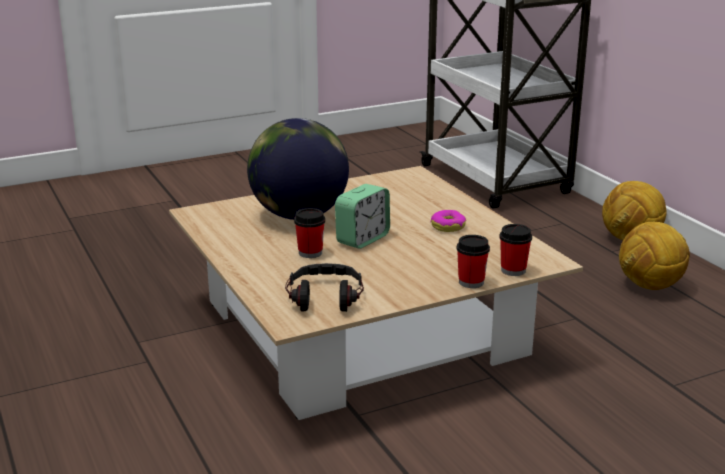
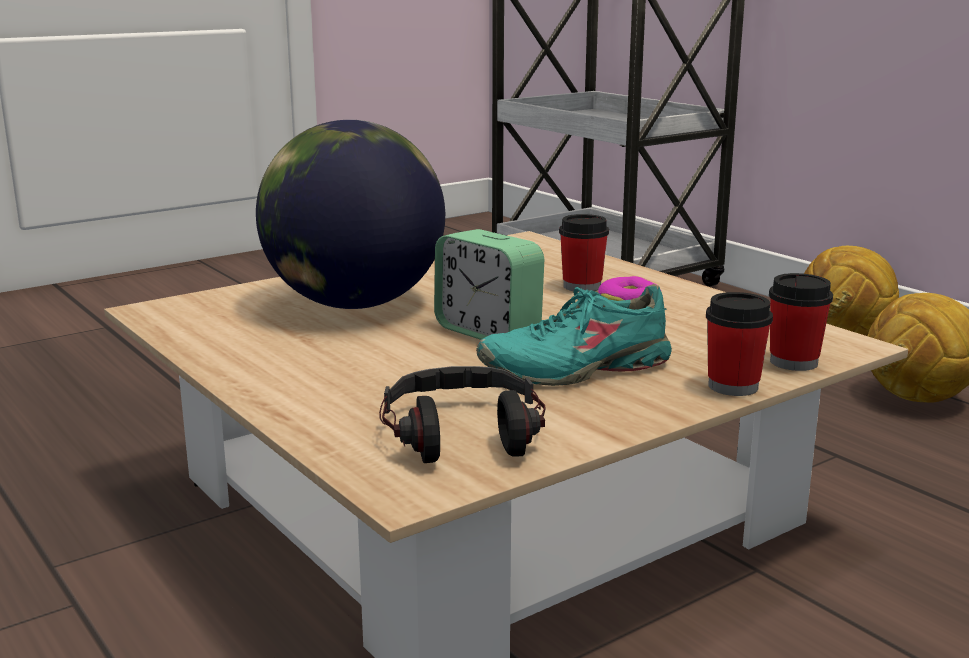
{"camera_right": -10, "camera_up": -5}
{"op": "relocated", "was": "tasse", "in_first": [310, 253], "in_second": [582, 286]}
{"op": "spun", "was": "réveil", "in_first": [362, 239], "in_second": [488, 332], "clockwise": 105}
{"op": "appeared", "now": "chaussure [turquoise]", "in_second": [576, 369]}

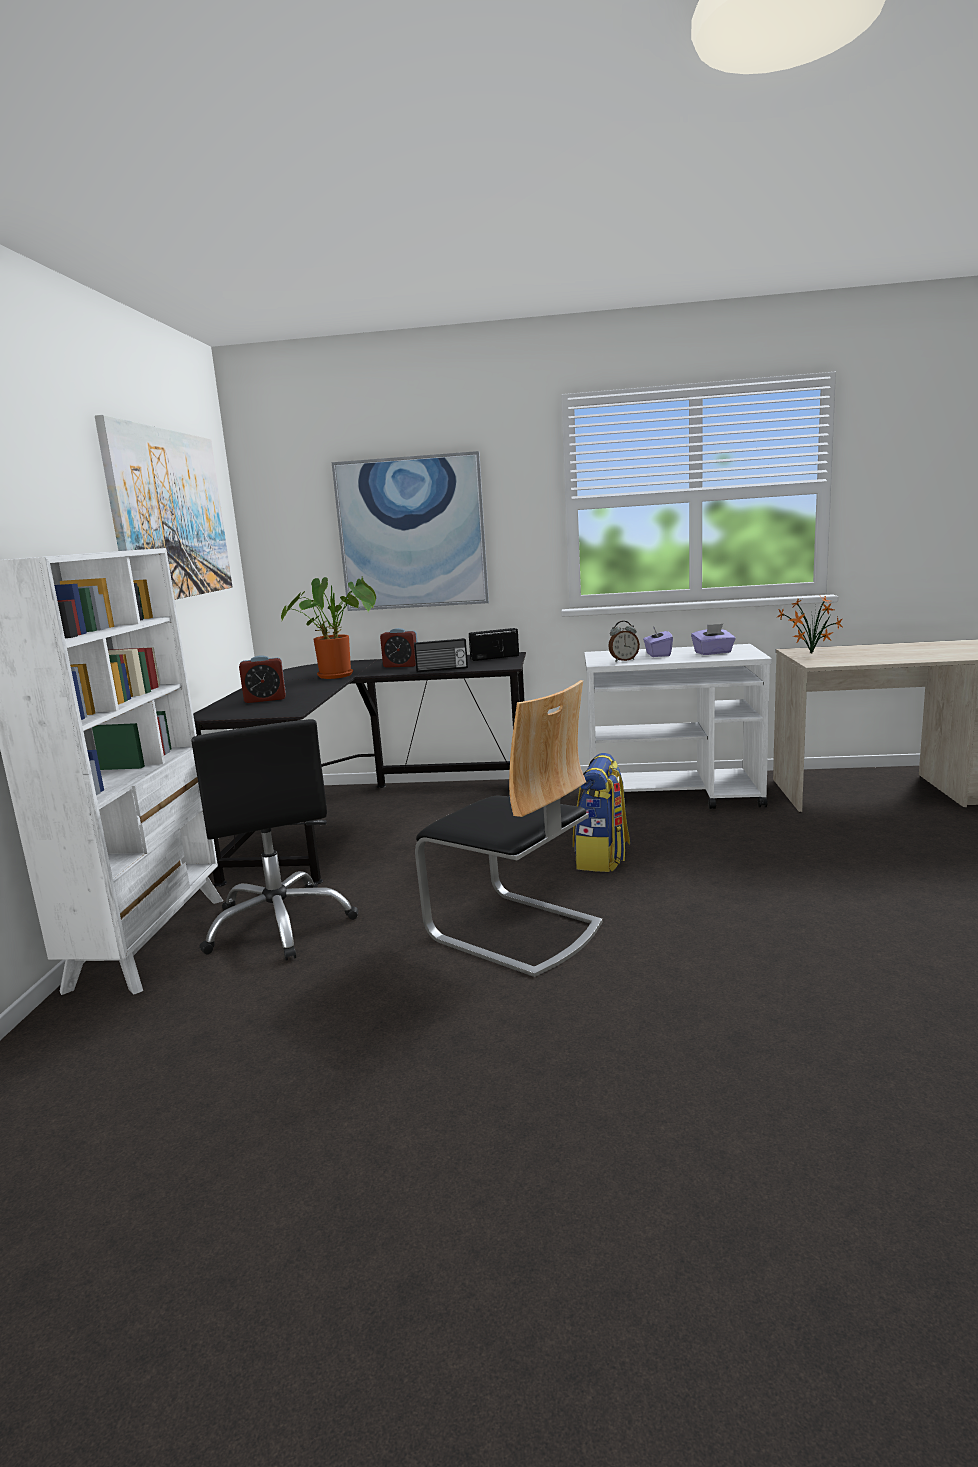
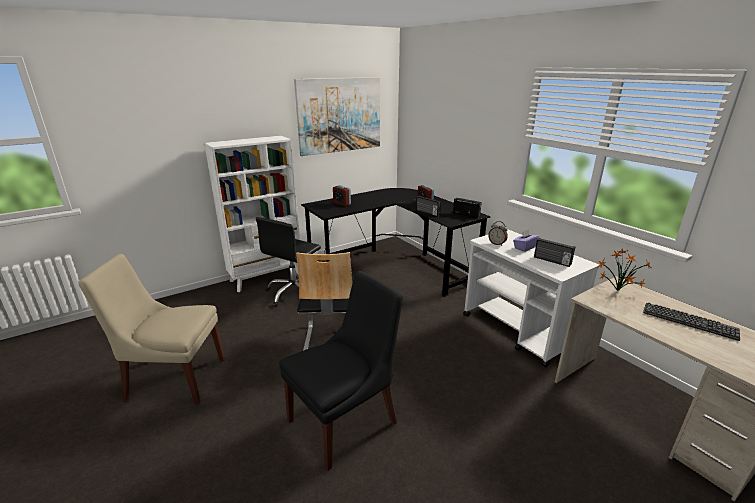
{"camera_right": 50, "camera_up": 10}
{"op": "missing", "was": "plante en pot", "in_first": [340, 675]}
{"op": "missing", "was": "tableau", "in_first": [412, 533]}
{"op": "missing", "was": "sac à dos", "in_first": [602, 858]}
{"op": "exchanged", "was": "boîte à mouchoirs [violet]", "now": "radio", "in_first": [713, 653], "in_second": [552, 261]}
{"op": "appeared", "now": "chaise [beige]", "in_second": [173, 379]}
{"op": "appeared", "now": "chaise [noir]", "in_second": [345, 420]}
{"op": "appeared", "now": "clavier", "in_second": [689, 321]}

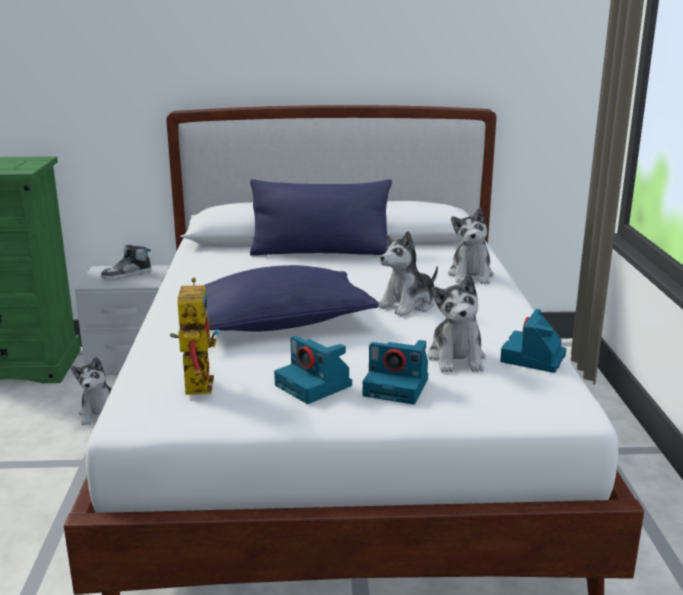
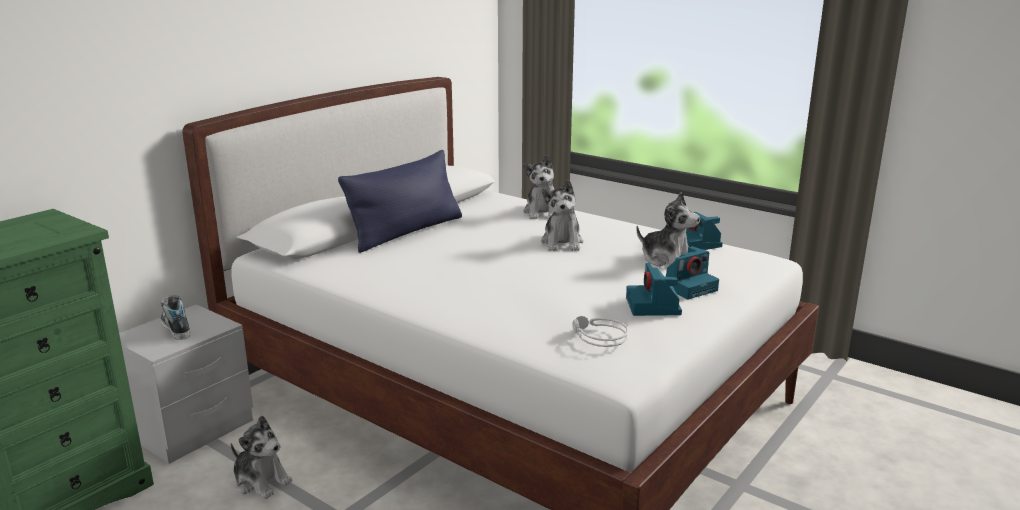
{"camera_right": -50, "camera_up": 0}
{"op": "spun", "was": "chaussure", "in_first": [127, 275], "in_second": [176, 328], "clockwise": 135}
{"op": "exchanged", "was": "robot jouet", "now": "casque audio [gris]", "in_first": [196, 381], "in_second": [597, 337]}
{"op": "missing", "was": "coussin [bleu]", "in_first": [278, 324]}
{"op": "spun", "was": "appareil photo", "in_first": [315, 386], "in_second": [654, 306], "clockwise": 90}
{"op": "spun", "was": "peluche", "in_first": [471, 275], "in_second": [542, 212], "clockwise": 45}

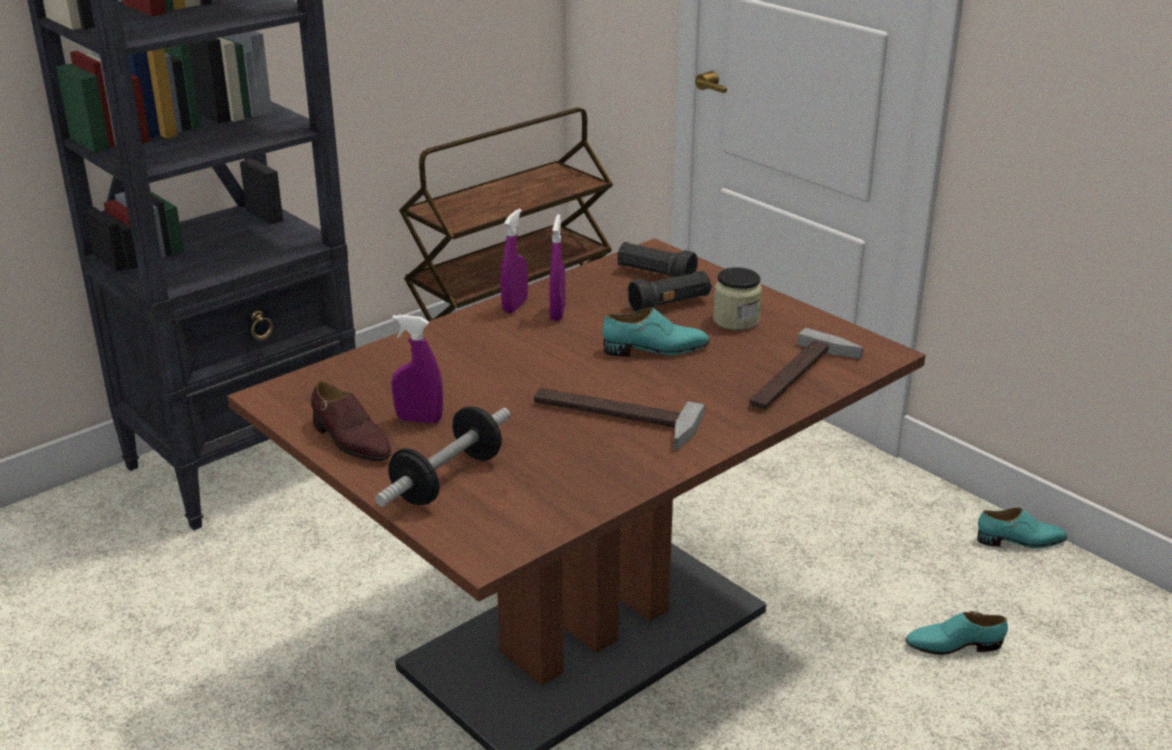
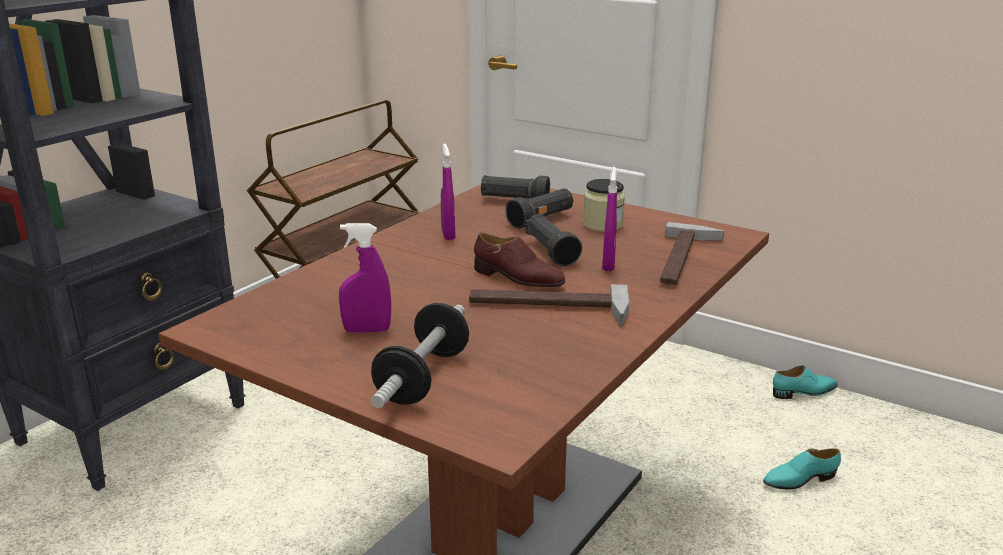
{"camera_right": -15, "camera_up": -5}
{"op": "relocated", "was": "chaussure [marron]", "in_first": [350, 441], "in_second": [518, 278]}
{"op": "relocated", "was": "vaporisateur [violet]", "in_first": [515, 306], "in_second": [608, 265]}
{"op": "exchanged", "was": "chaussure [turquoise]", "now": "lampe de poche [noir]", "in_first": [656, 349], "in_second": [550, 252]}

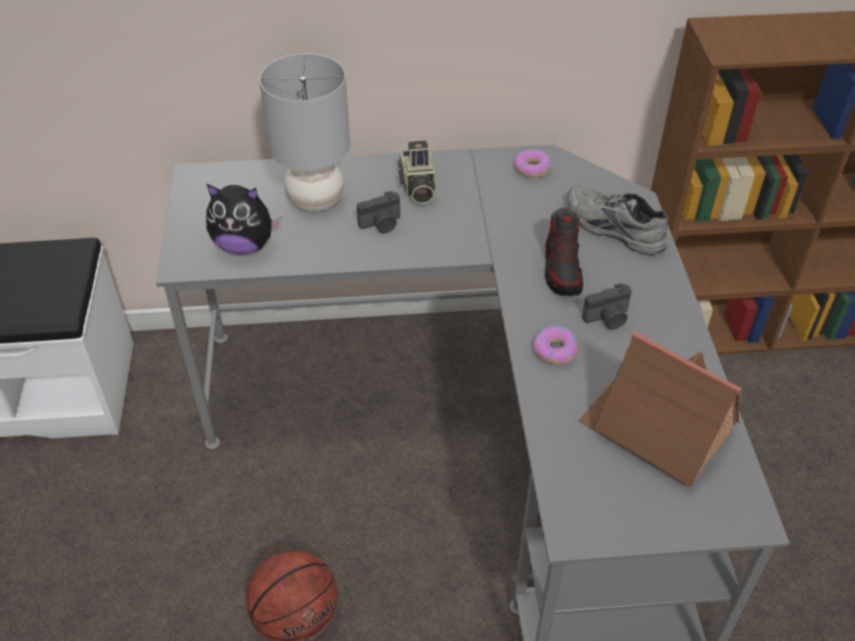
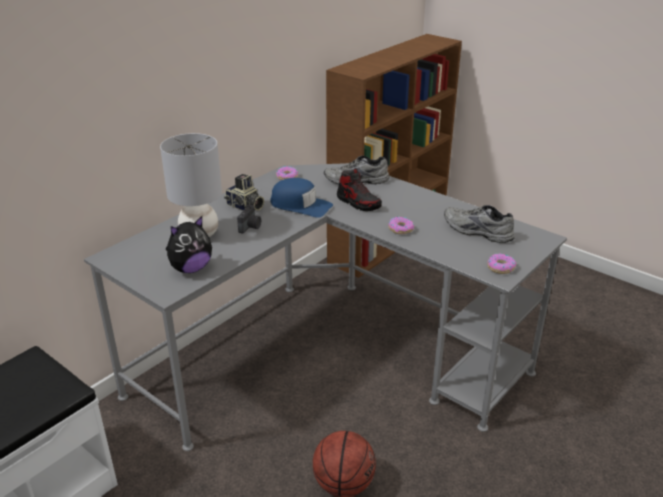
{"camera_right": -45, "camera_up": -15}
{"op": "exchanged", "was": "maison miniature", "now": "chaussure [gris]", "in_first": [656, 429], "in_second": [476, 231]}
{"op": "missing", "was": "appareil photo", "in_first": [608, 319]}
{"op": "appeared", "now": "casquette [bleu]", "in_second": [300, 205]}
{"op": "appeared", "now": "beignet", "in_second": [500, 267]}

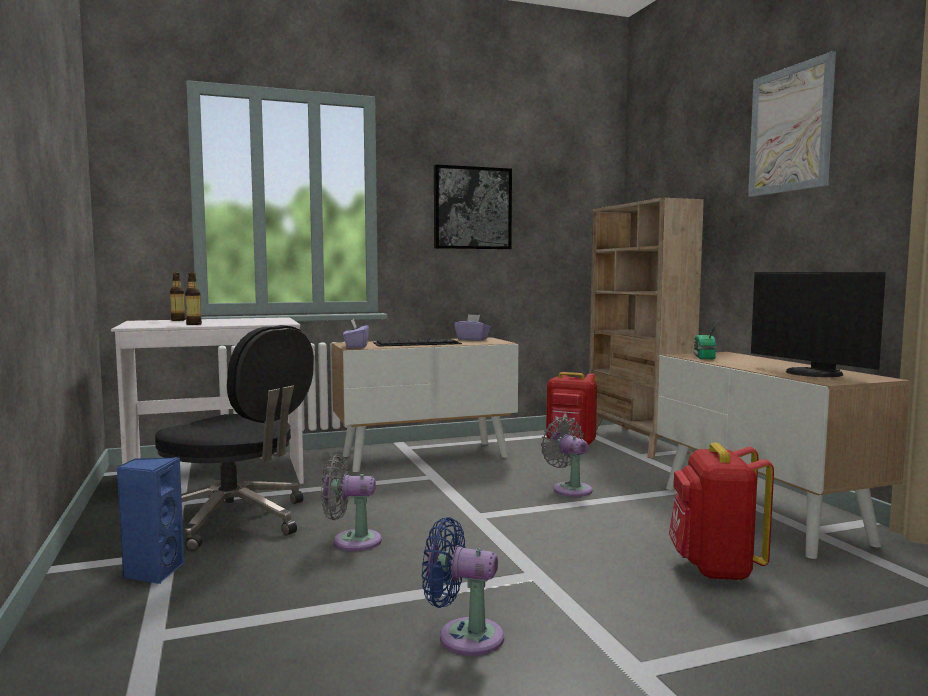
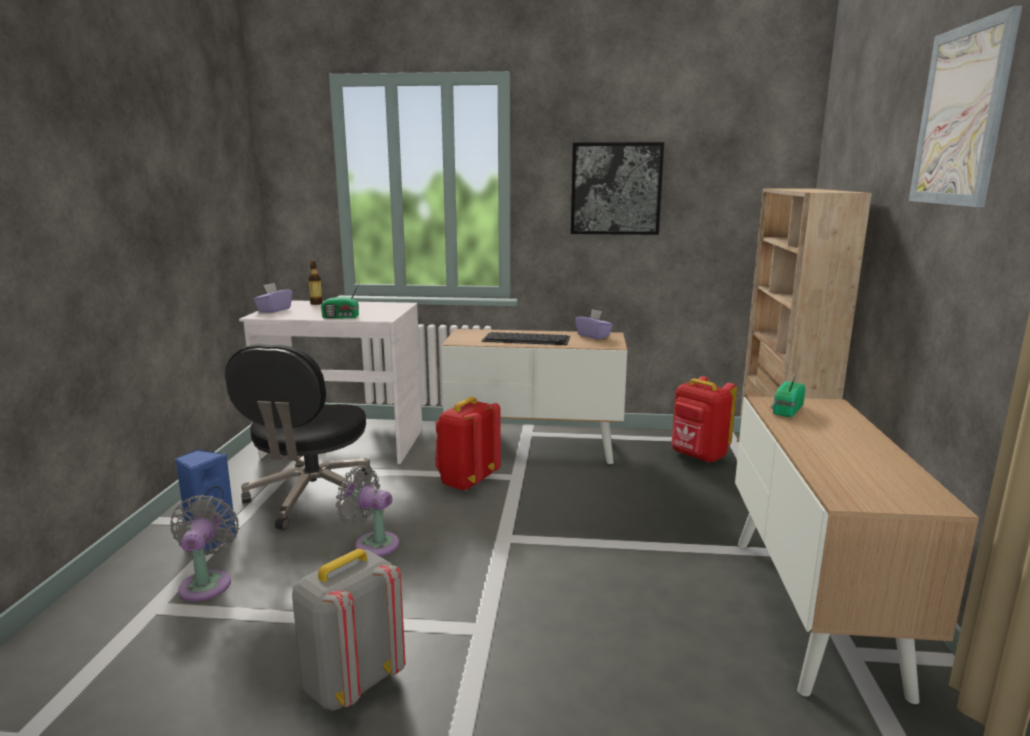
{"camera_right": 25, "camera_up": 10}
{"op": "spun", "was": "chaise de bureau [noir]", "in_first": [235, 521], "in_second": [312, 497], "clockwise": 45}
{"op": "missing", "was": "bouteille", "in_first": [194, 324]}
{"op": "relocated", "was": "boîte à mouchoirs [violet]", "in_first": [356, 346], "in_second": [274, 310]}
{"op": "exchanged", "was": "ventilateur [bleu]", "now": "sac à dos [gris]", "in_first": [464, 636], "in_second": [351, 683]}
{"op": "relocated", "was": "ventilateur [gris]", "in_first": [569, 489], "in_second": [207, 583]}
{"op": "relocated", "was": "sac à dos [rouge]", "in_first": [715, 569], "in_second": [466, 481]}
{"op": "missing", "was": "écran d'ordinateur", "in_first": [812, 373]}
{"op": "appeared", "now": "radio", "in_second": [341, 317]}

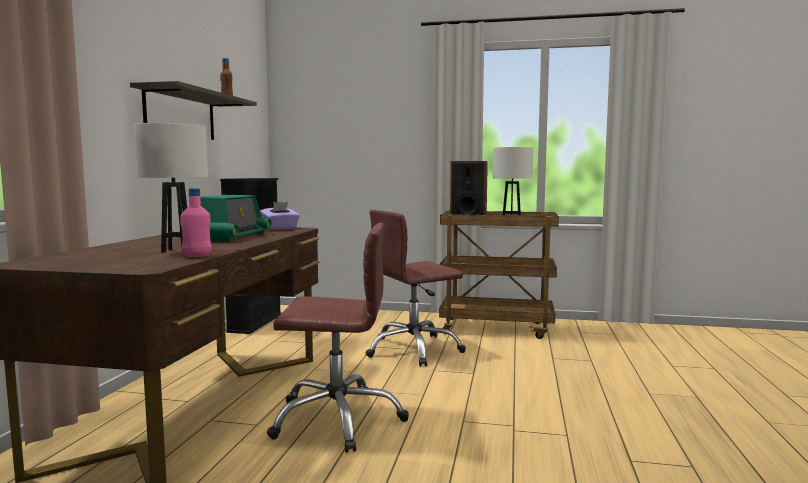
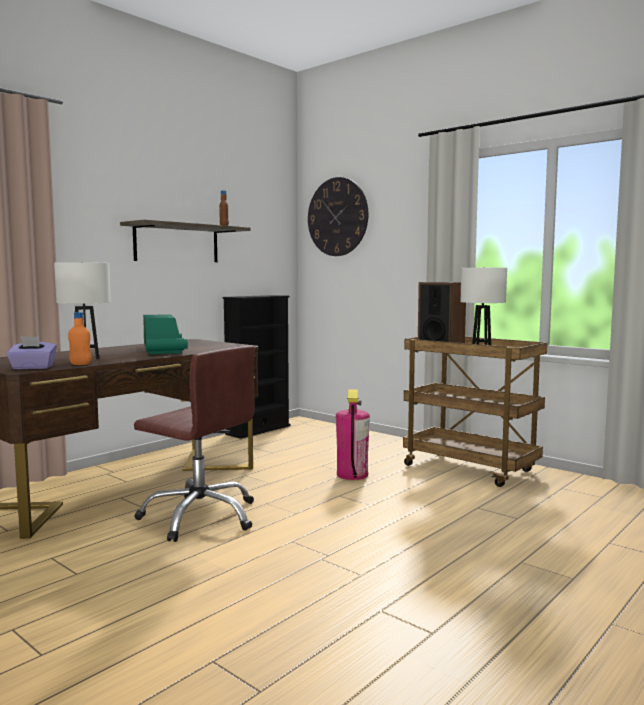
{"camera_right": 30, "camera_up": 0}
{"op": "colour", "was": "bouteille [rose]", "now": "bouteille [orange]", "in_first": [197, 256], "in_second": [80, 364]}
{"op": "spun", "was": "radio", "in_first": [231, 237], "in_second": [163, 350], "clockwise": -60}
{"op": "relocated", "was": "boîte à mouchoirs [violet]", "in_first": [280, 229], "in_second": [32, 368]}
{"op": "exchanged", "was": "chaise de bureau [marron]", "now": "extincteur", "in_first": [413, 349], "in_second": [352, 474]}
{"op": "appeared", "now": "horloge murale", "in_second": [337, 217]}

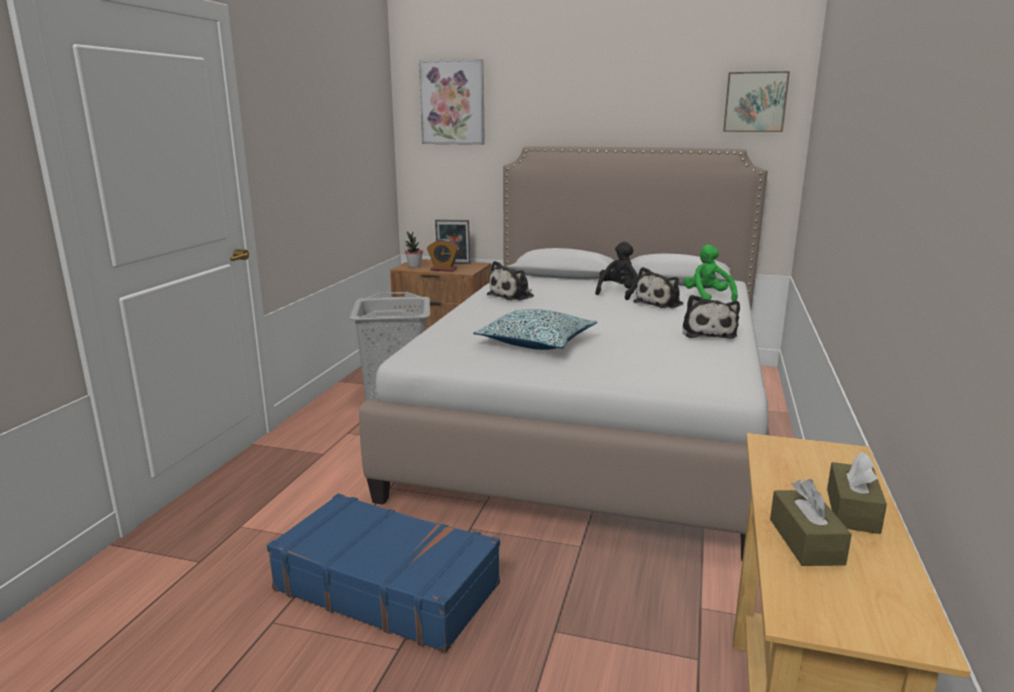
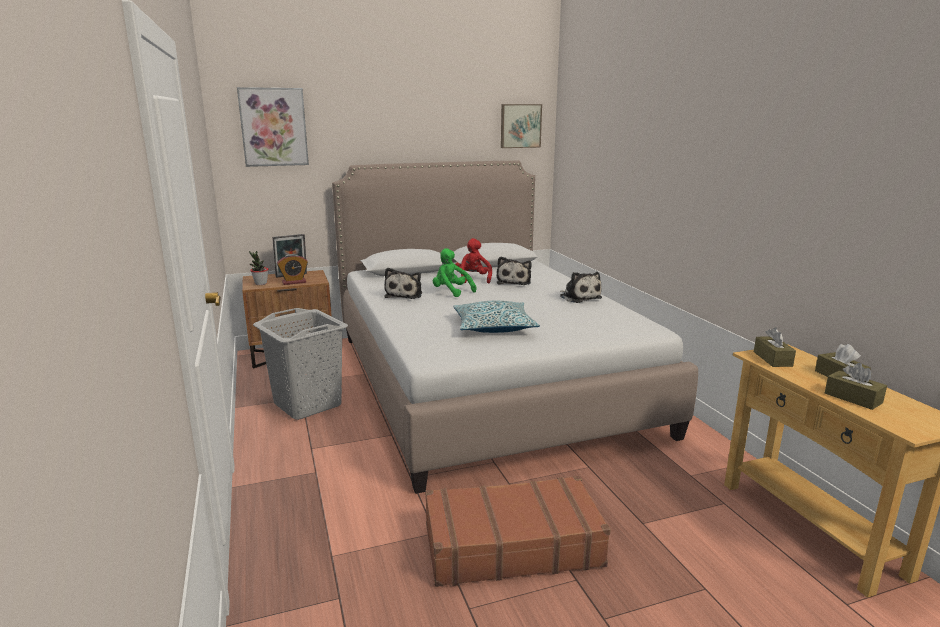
{"camera_right": -35, "camera_up": 0}
{"op": "colour", "was": "valise [bleu]", "now": "valise [marron]", "in_first": [387, 586], "in_second": [511, 545]}
{"op": "colour", "was": "peluche [noir]", "now": "peluche [rouge]", "in_first": [618, 293], "in_second": [473, 279]}
{"op": "relocated", "was": "peluche [vert]", "in_first": [707, 298], "in_second": [451, 292]}
{"op": "appeared", "now": "boîte à mouchoirs [marron]", "in_second": [772, 359]}

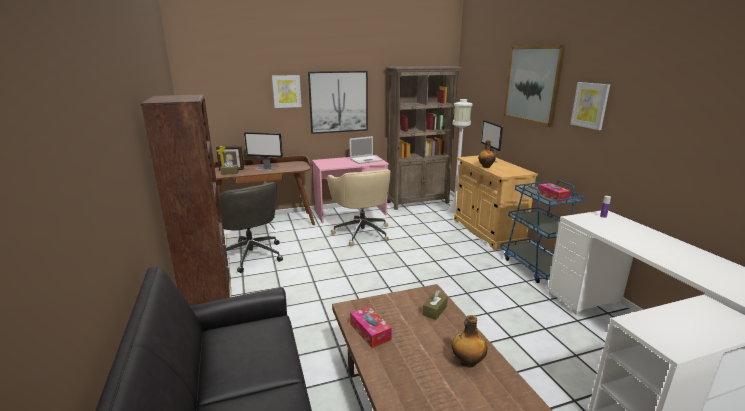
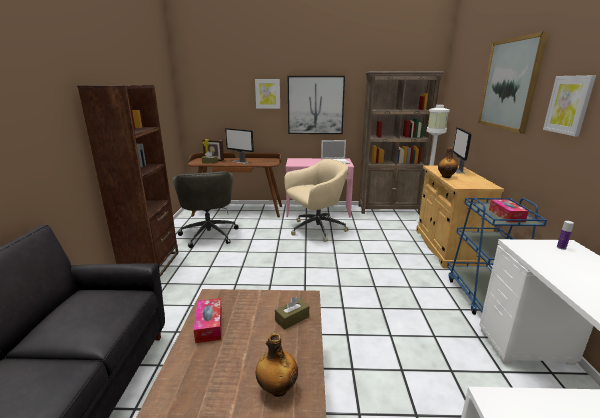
{"camera_right": 20, "camera_up": 0}
{"op": "spun", "was": "chaise de bureau [beige]", "in_first": [362, 232], "in_second": [316, 229], "clockwise": -120}

